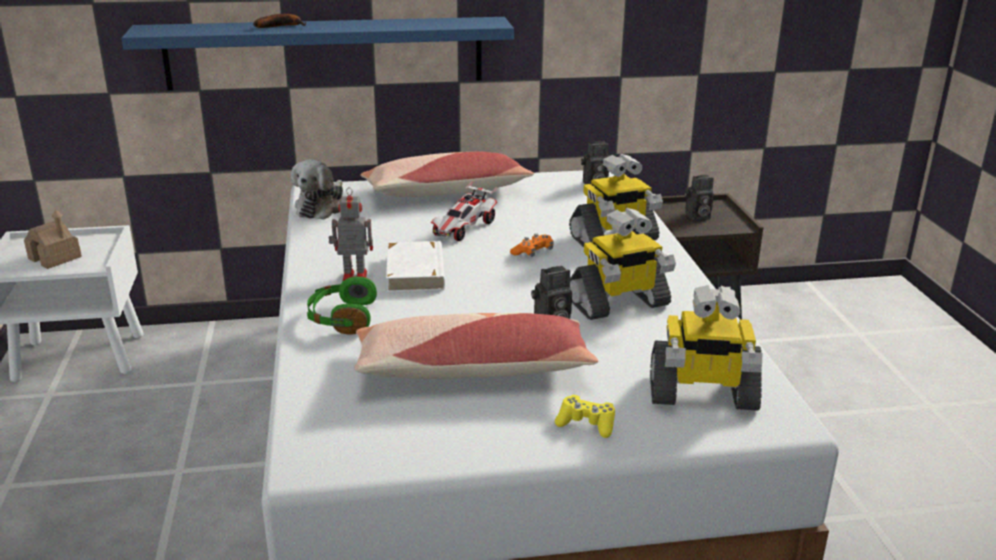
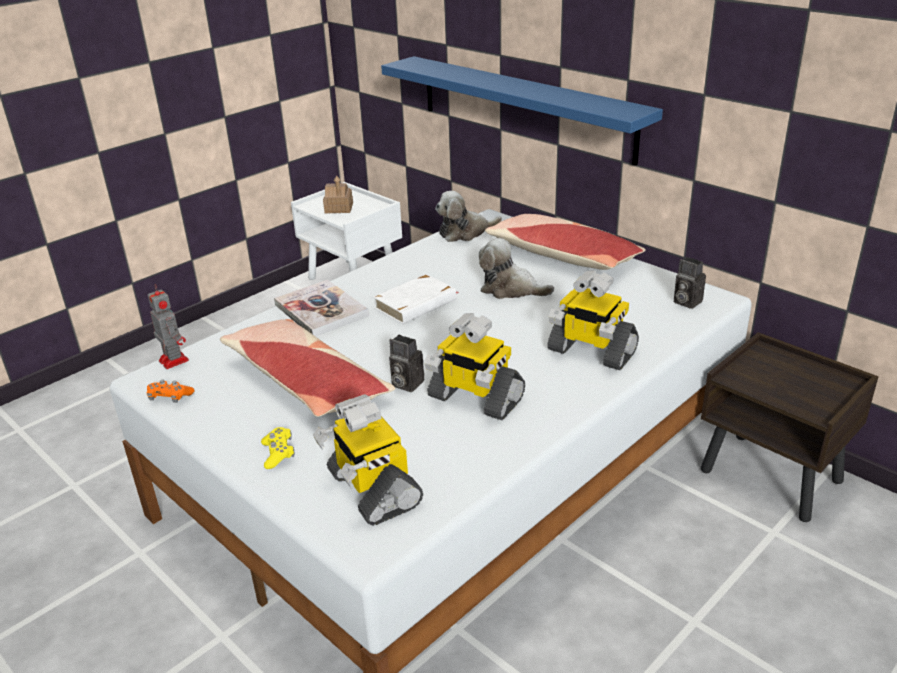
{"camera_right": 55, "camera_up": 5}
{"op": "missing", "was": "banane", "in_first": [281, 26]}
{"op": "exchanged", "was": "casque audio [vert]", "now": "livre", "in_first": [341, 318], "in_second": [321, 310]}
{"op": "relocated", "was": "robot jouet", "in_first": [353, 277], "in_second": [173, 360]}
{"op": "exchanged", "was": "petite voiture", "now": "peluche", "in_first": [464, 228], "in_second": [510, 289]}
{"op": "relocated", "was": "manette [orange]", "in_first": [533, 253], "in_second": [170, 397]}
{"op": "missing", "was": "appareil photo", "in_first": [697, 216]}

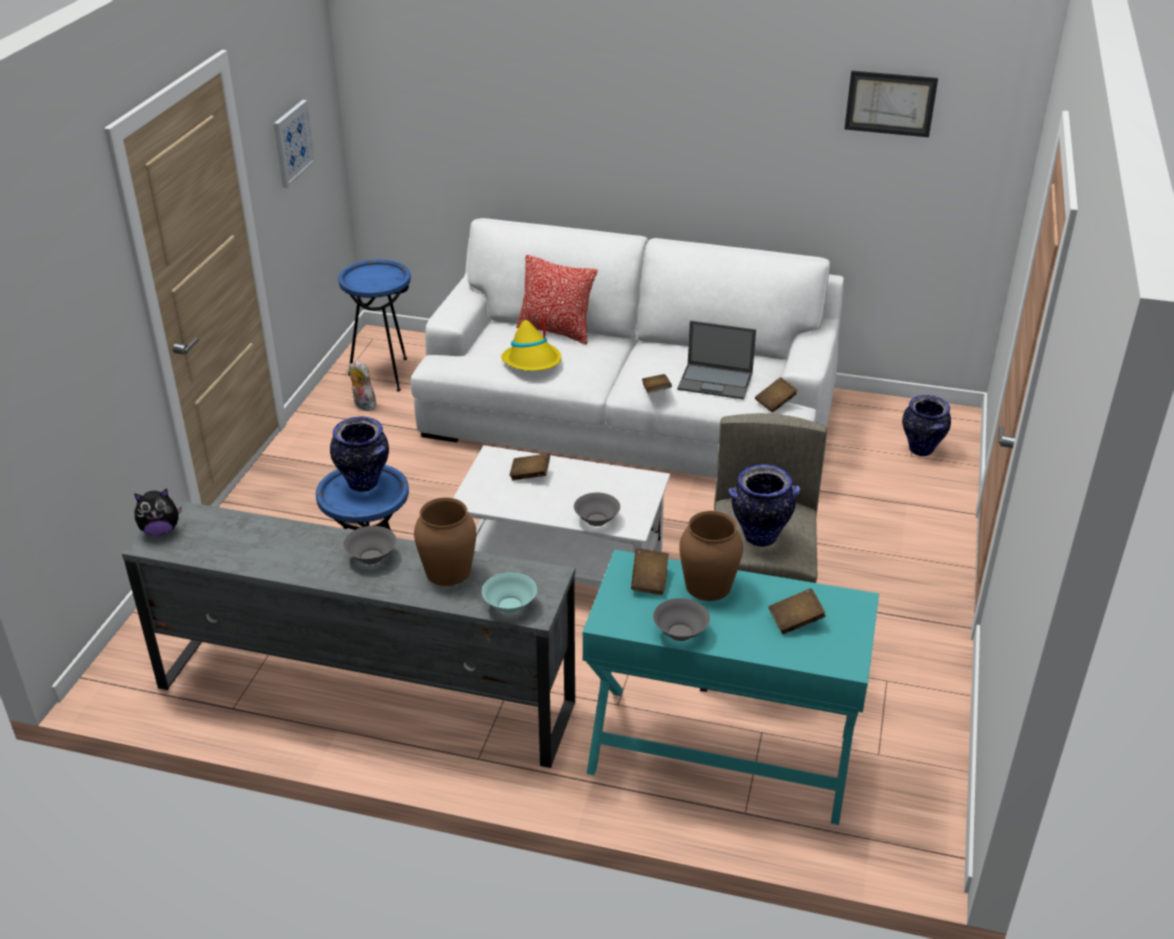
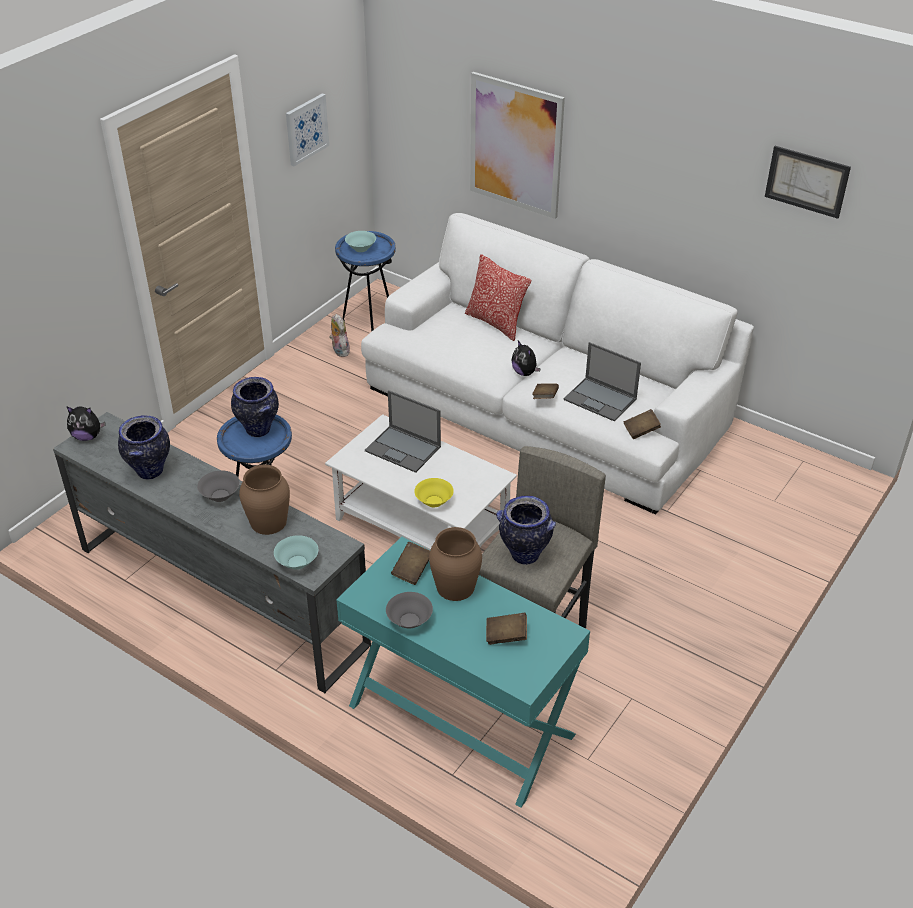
{"camera_right": 20, "camera_up": 5}
{"op": "missing", "was": "chapeau [jaune]", "in_first": [532, 362]}
{"op": "exchanged", "was": "livre [marron]", "now": "ordinateur portable", "in_first": [530, 475], "in_second": [403, 449]}
{"op": "colour", "was": "bol [gris]", "now": "bol [jaune]", "in_first": [597, 520], "in_second": [434, 501]}
{"op": "relocated", "was": "vase", "in_first": [921, 450], "in_second": [150, 472]}
{"op": "appeared", "now": "bol [turquoise]", "in_second": [361, 248]}
{"op": "appeared", "now": "tableau", "in_second": [516, 145]}
{"op": "appeared", "now": "peluche", "in_second": [525, 373]}

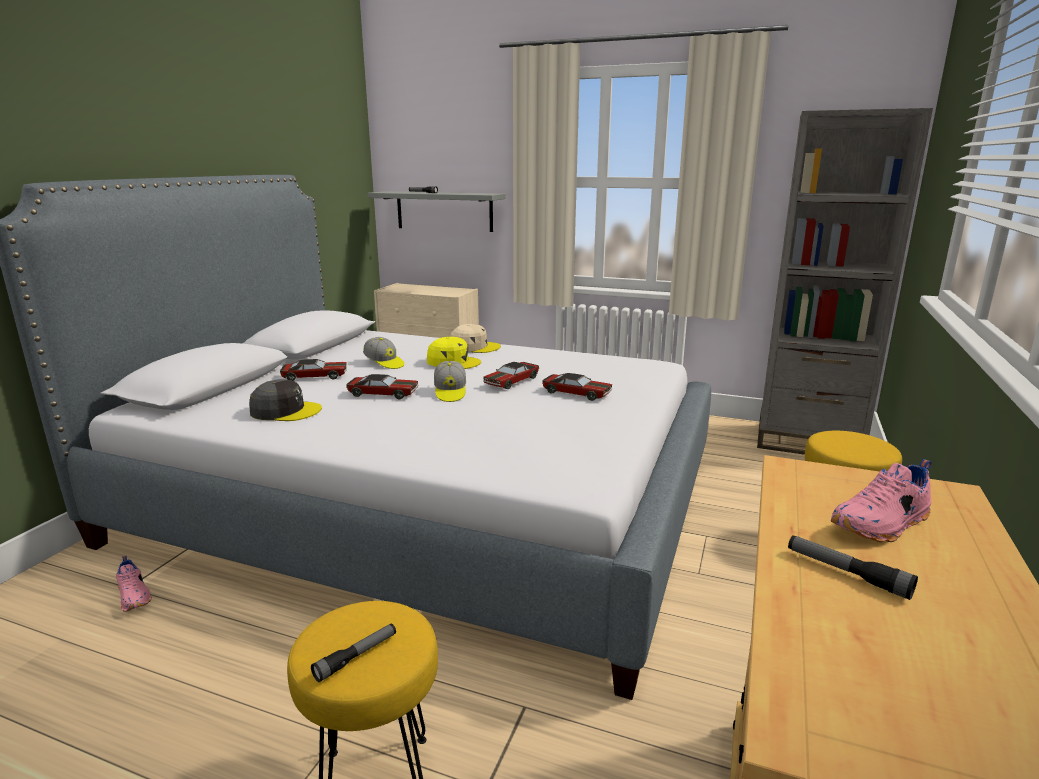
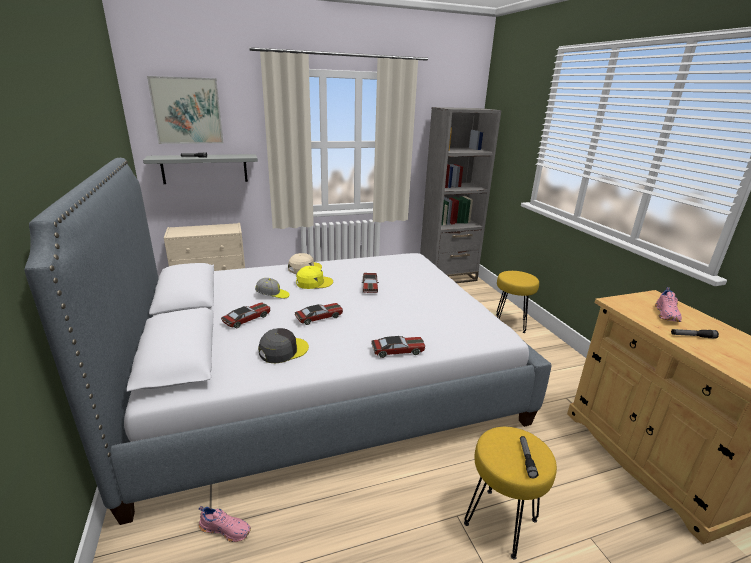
{"camera_right": -40, "camera_up": 5}
{"op": "missing", "was": "casquette", "in_first": [450, 392]}
{"op": "relocated", "was": "petite voiture", "in_first": [577, 393], "in_second": [398, 350]}
{"op": "appeared", "now": "tableau", "in_second": [187, 111]}

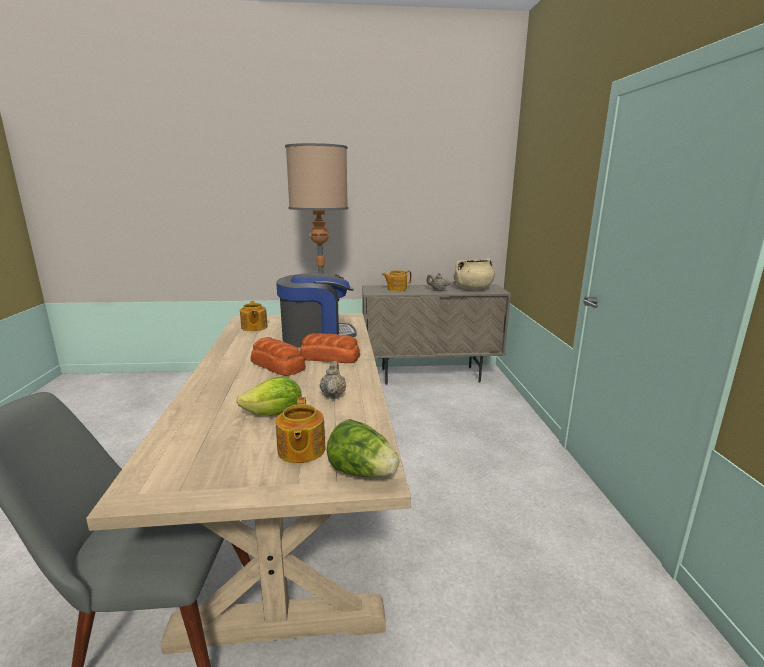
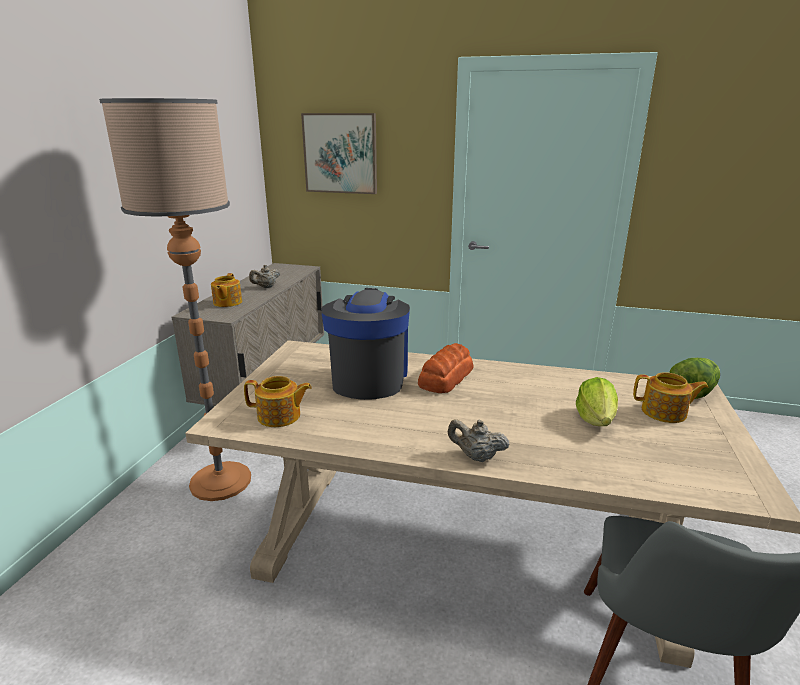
{"camera_right": -70, "camera_up": 5}
{"op": "missing", "was": "pain", "in_first": [278, 365]}
{"op": "relocated", "was": "théière [beige]", "in_first": [333, 395], "in_second": [476, 457]}
{"op": "missing", "was": "marmite [beige]", "in_first": [472, 289]}
{"op": "appeared", "now": "tableau", "in_second": [340, 153]}

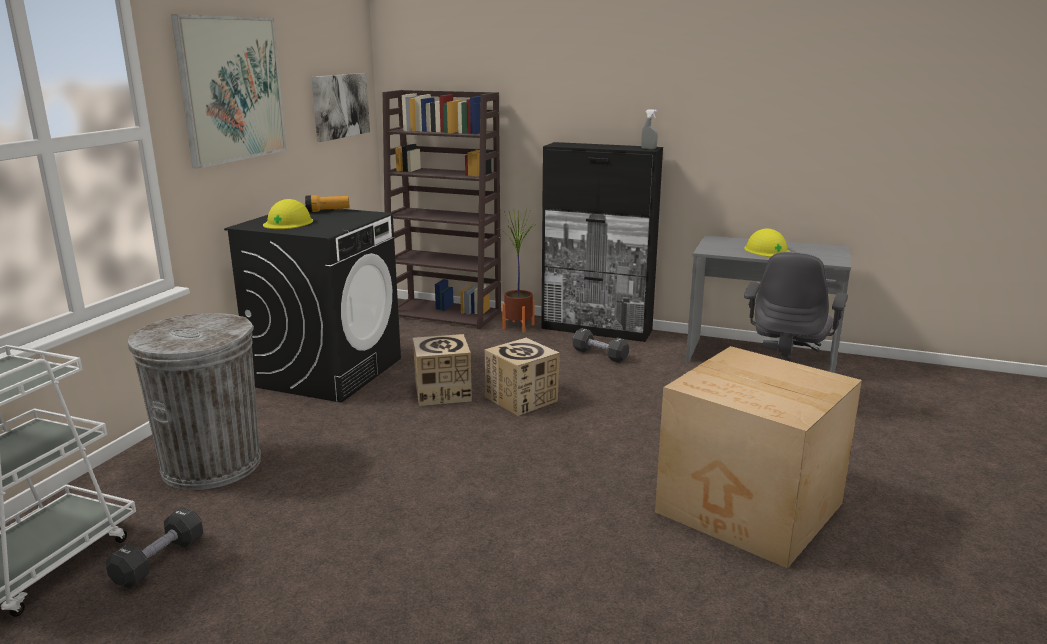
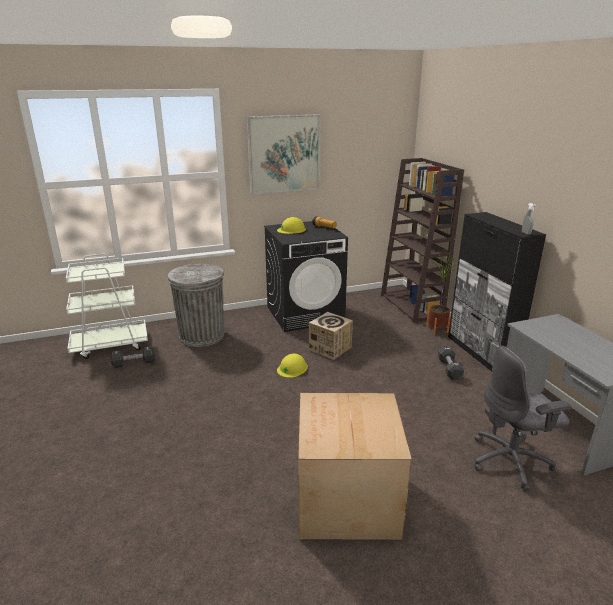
{"camera_right": 50, "camera_up": 5}
{"op": "missing", "was": "tableau", "in_first": [340, 106]}
{"op": "missing", "was": "carton", "in_first": [522, 399]}
{"op": "relocated", "was": "casque de chantier [jaune]", "in_first": [767, 250], "in_second": [292, 368]}

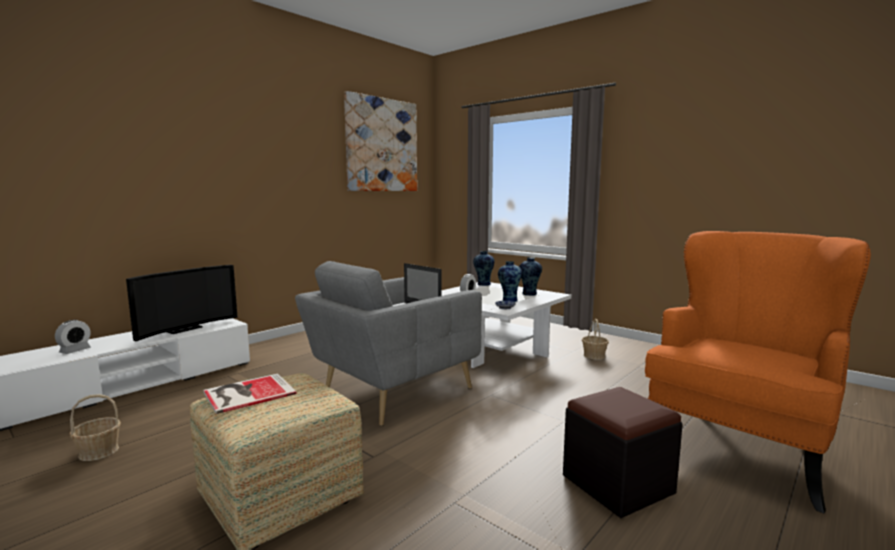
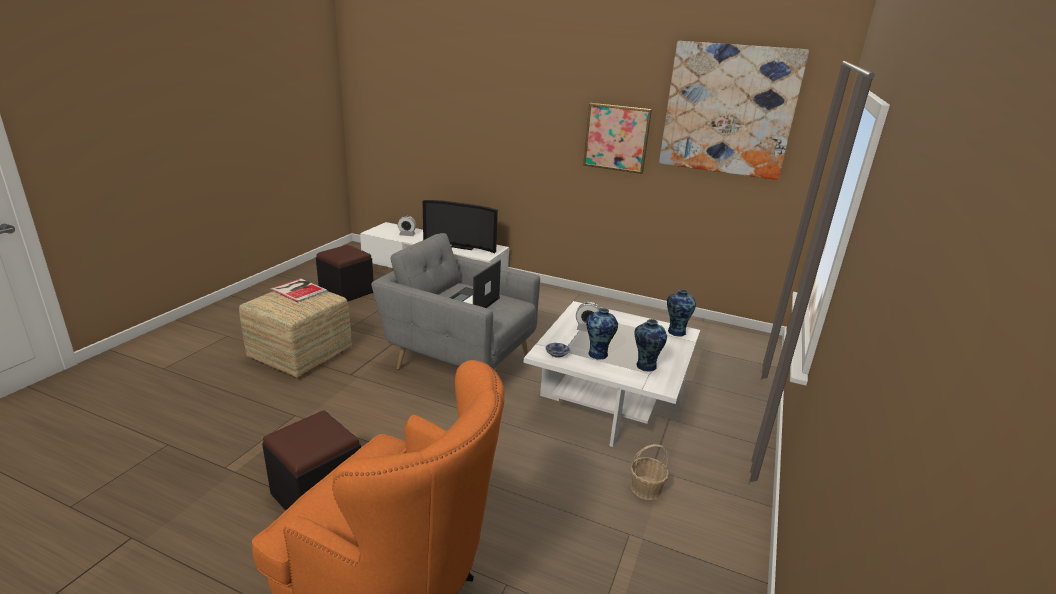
{"camera_right": 70, "camera_up": 15}
{"op": "exchanged", "was": "panier", "now": "pouf [noir]", "in_first": [98, 451], "in_second": [346, 292]}
{"op": "appeared", "now": "tableau", "in_second": [616, 138]}

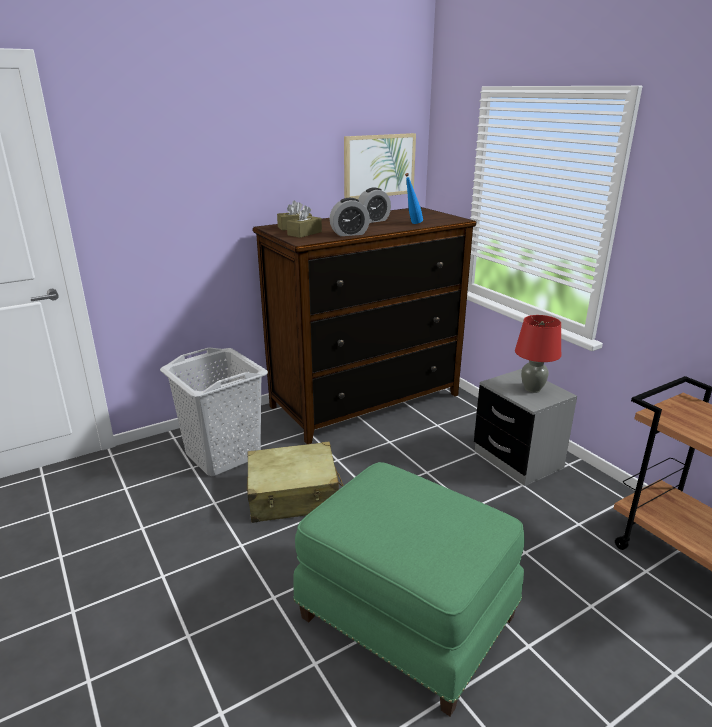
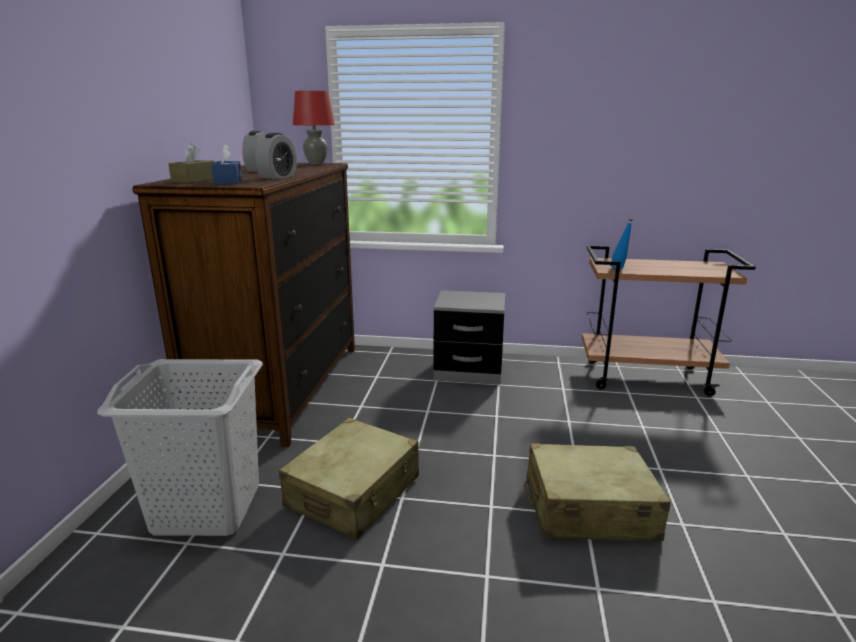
{"camera_right": -50, "camera_up": -5}
{"op": "colour", "was": "boîte à mouchoirs [marron]", "now": "boîte à mouchoirs [bleu]", "in_first": [304, 233], "in_second": [228, 181]}
{"op": "exchanged", "was": "pouf [vert]", "now": "valise [beige]", "in_first": [405, 619], "in_second": [588, 509]}
{"op": "missing", "was": "tableau", "in_first": [379, 166]}
{"op": "relocated", "was": "bouteille [bleu]", "in_first": [412, 224], "in_second": [619, 269]}
{"op": "relocated", "was": "lampe de table [rouge]", "in_first": [532, 389], "in_second": [316, 164]}

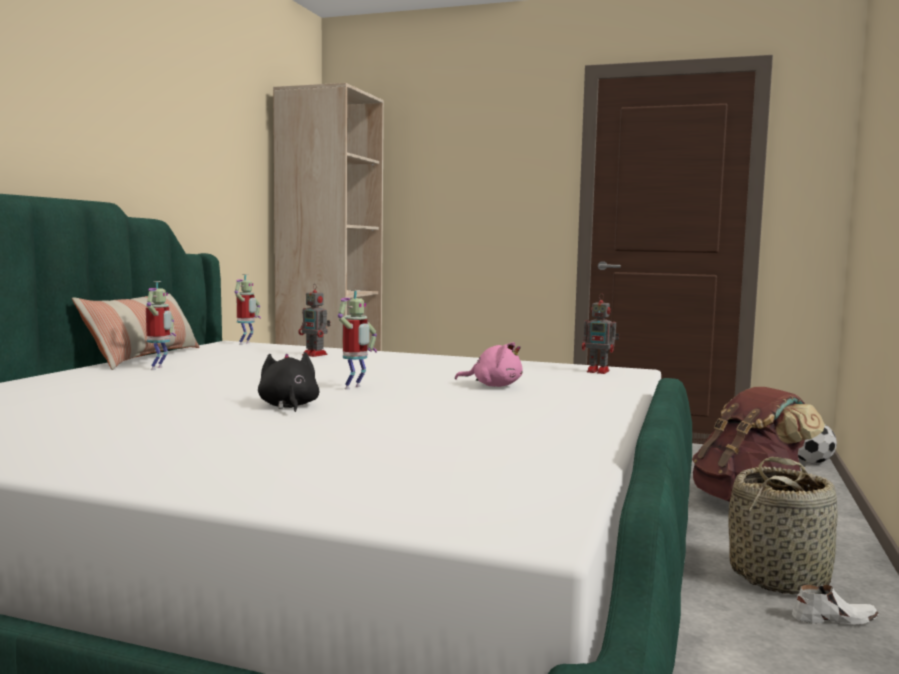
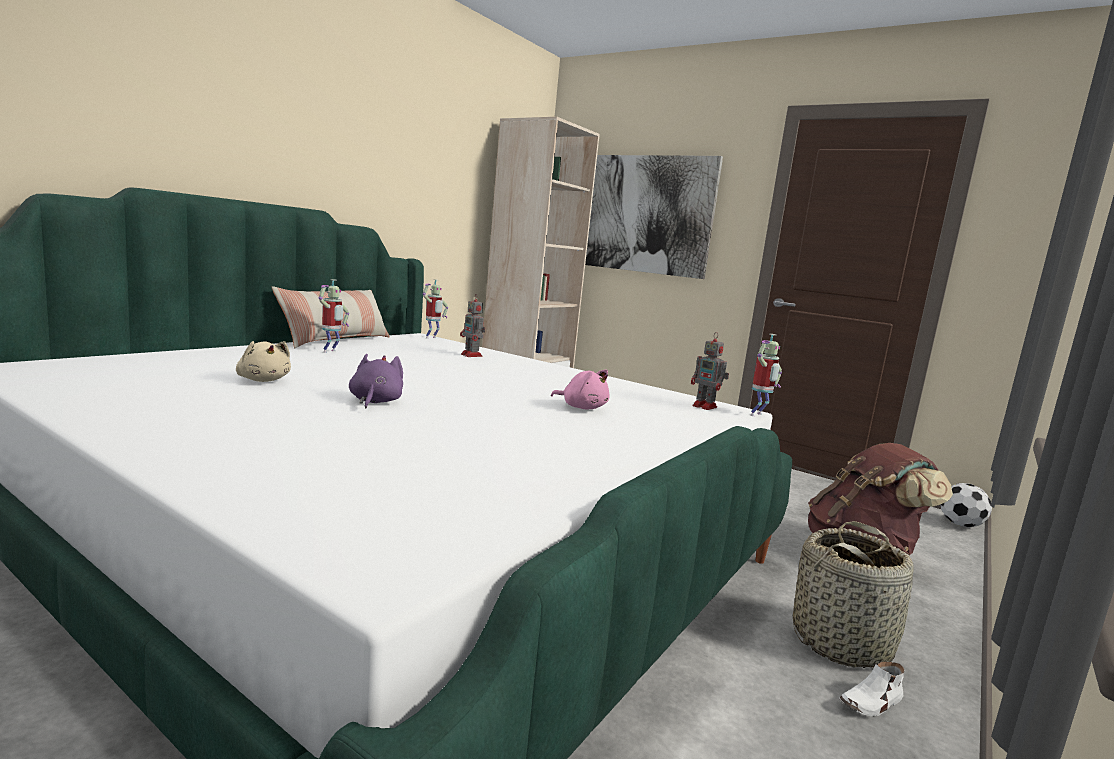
{"camera_right": 15, "camera_up": 5}
{"op": "colour", "was": "peluche [noir]", "now": "peluche [violet]", "in_first": [288, 406], "in_second": [375, 401]}
{"op": "relocated", "was": "robot jouet", "in_first": [355, 388], "in_second": [758, 415]}
{"op": "spun", "was": "chaussure [blanc]", "in_first": [833, 619], "in_second": [871, 702], "clockwise": 135}
{"op": "appeared", "now": "peluche [beige]", "in_second": [263, 380]}
{"op": "appeared", "now": "tableau", "in_second": [634, 214]}

